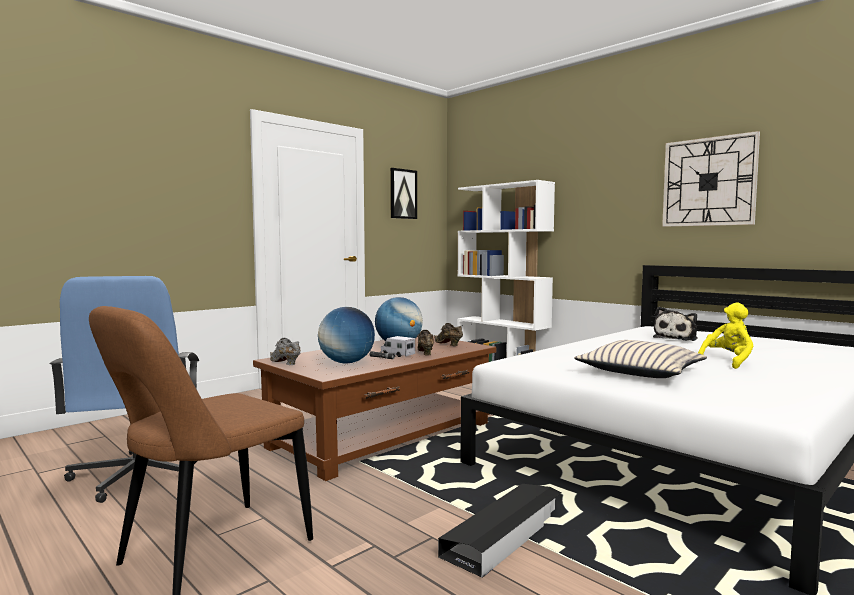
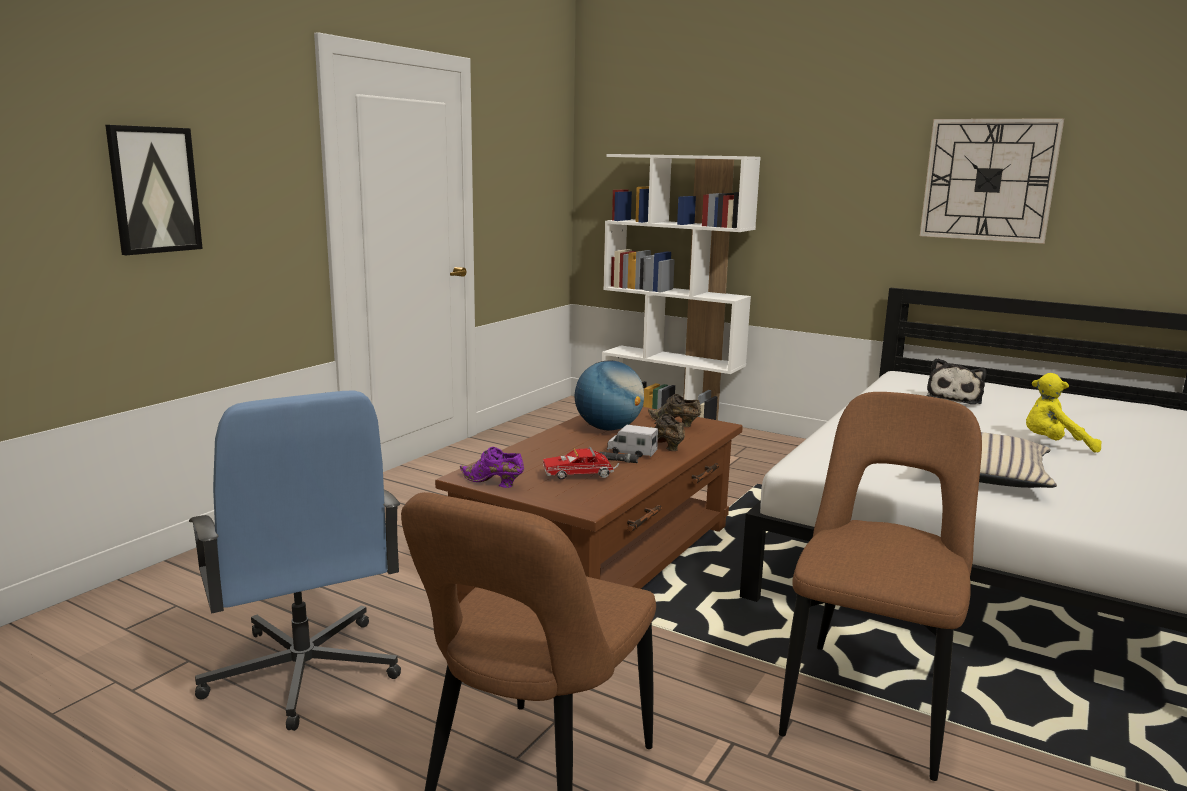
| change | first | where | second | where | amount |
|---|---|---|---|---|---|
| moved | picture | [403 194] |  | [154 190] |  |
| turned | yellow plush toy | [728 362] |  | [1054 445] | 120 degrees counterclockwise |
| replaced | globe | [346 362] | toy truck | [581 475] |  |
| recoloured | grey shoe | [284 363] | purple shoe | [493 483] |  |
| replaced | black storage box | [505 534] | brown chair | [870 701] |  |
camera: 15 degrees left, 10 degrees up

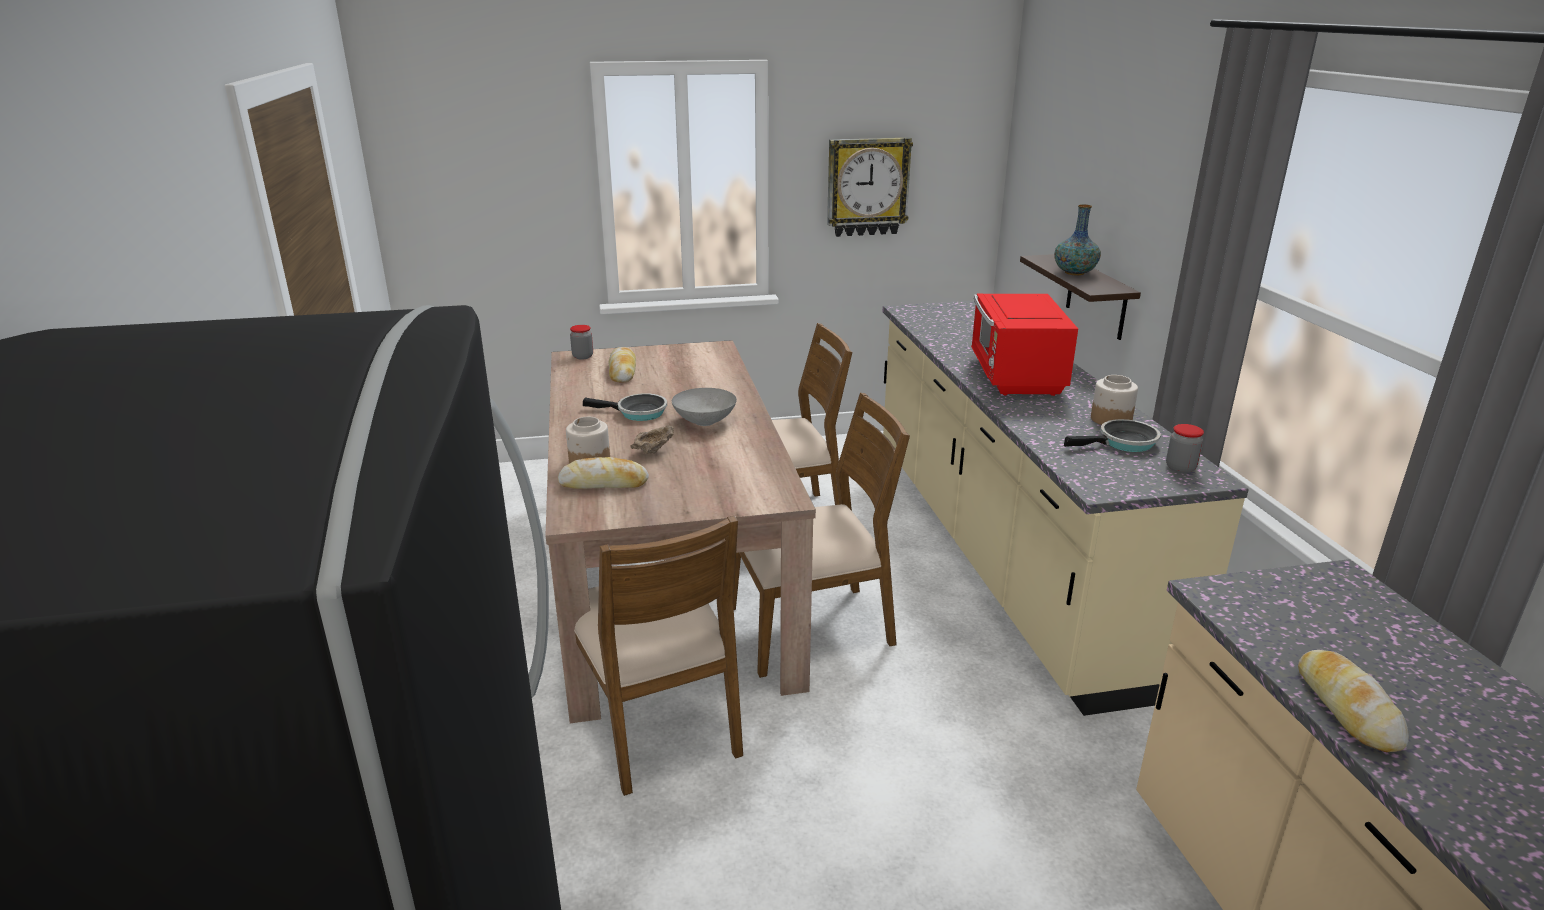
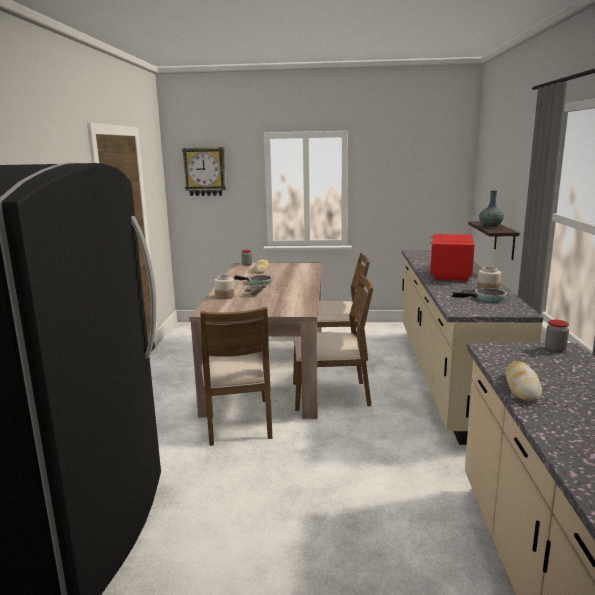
| change | first | where | second | where | amount |
|---|---|---|---|---|---|
| moved | wall clock | [867 187] |  | [205 171] |  |
| removed | grey bowl | [703 422] |  |  |  |
| moved | jar | [1180 468] |  | [555 349] |  |
| removed | bread | [604 483] |  |  |  |
camera: 15 degrees right, 10 degrees down

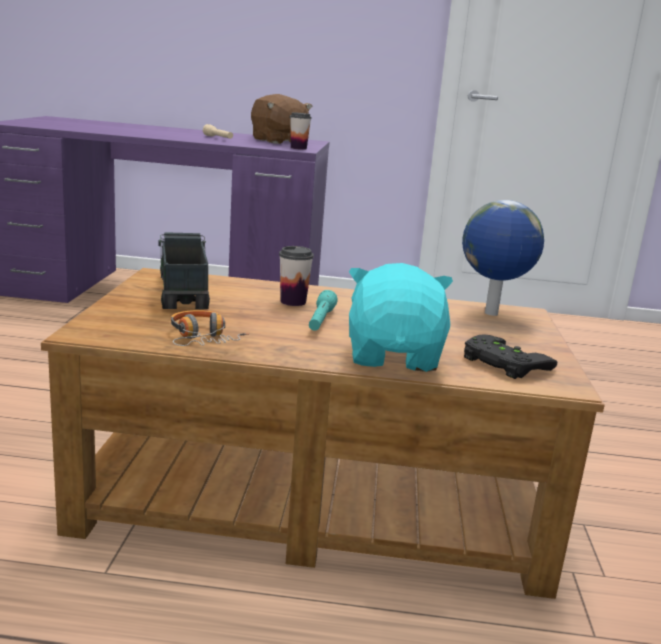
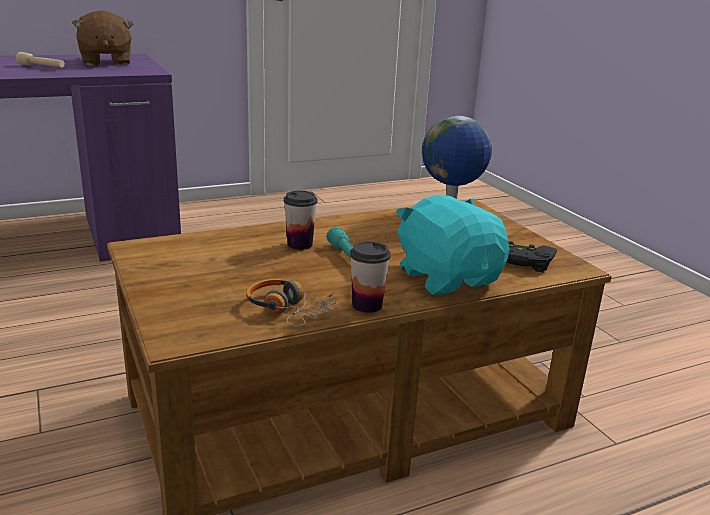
| change | first | where | second | where | amount |
|---|---|---|---|---|---|
| turned | brown plush toy | [278 141] |  | [105 62] | 45 degrees clockwise |
| moved | cup | [298 148] |  | [367 305] |  |
| removed | toy truck | [182 292] |  |  |  |
camera: 30 degrees left, 5 degrees up

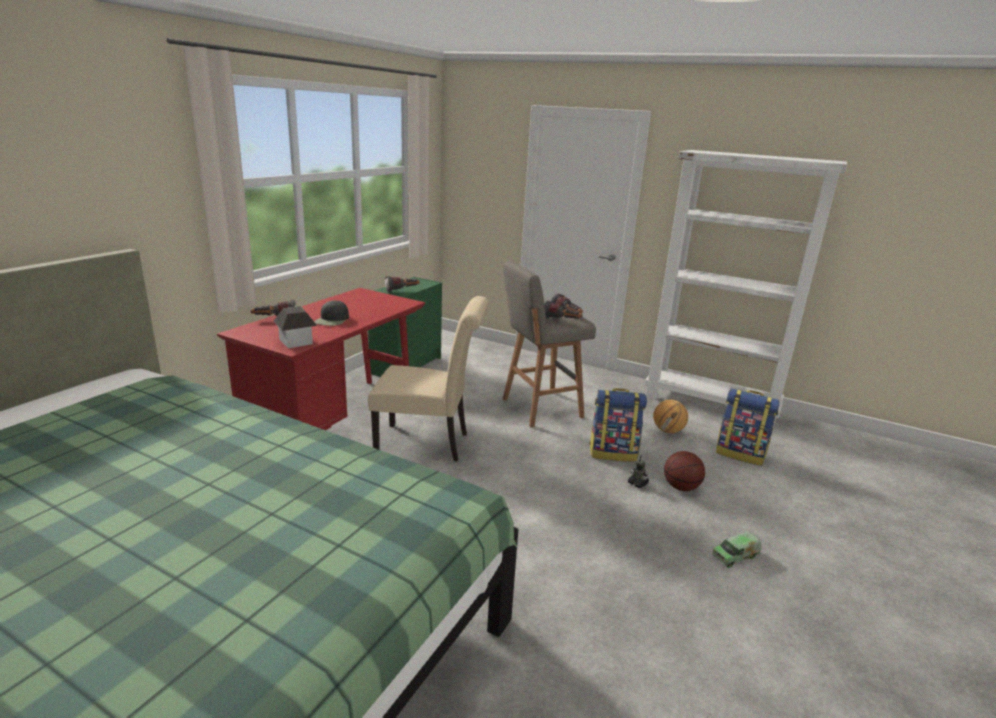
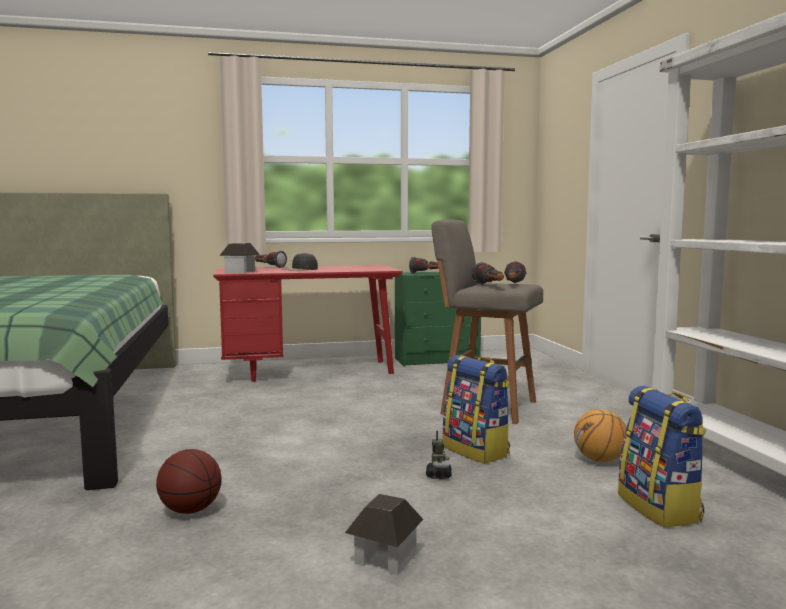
| change | first | where | second | where | amount |
|---|---|---|---|---|---|
| removed | beige chair | [428 443] |  |  |  |
| moved | basketball | [681 487] |  | [190 510] |  |
| replaced | toy truck | [735 556] | toy house | [385 559] |  |
camera: 50 degrees right, 15 degrees down

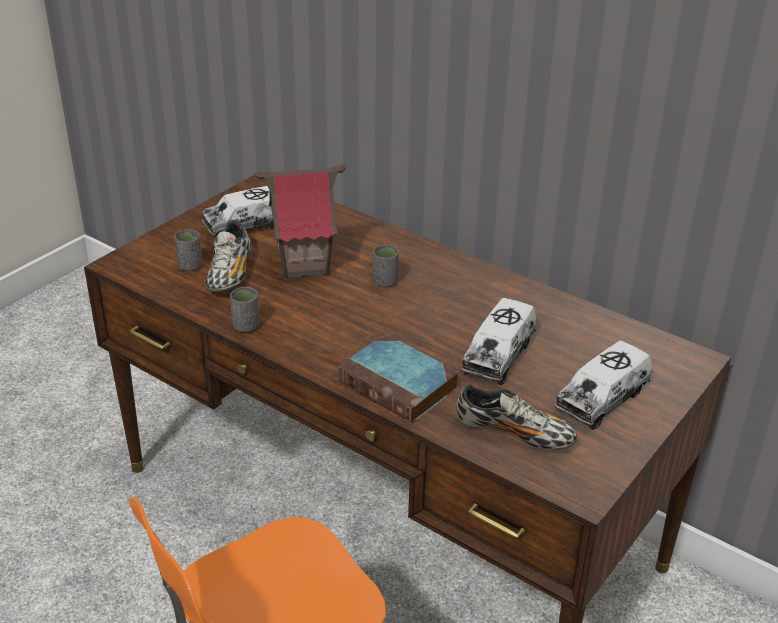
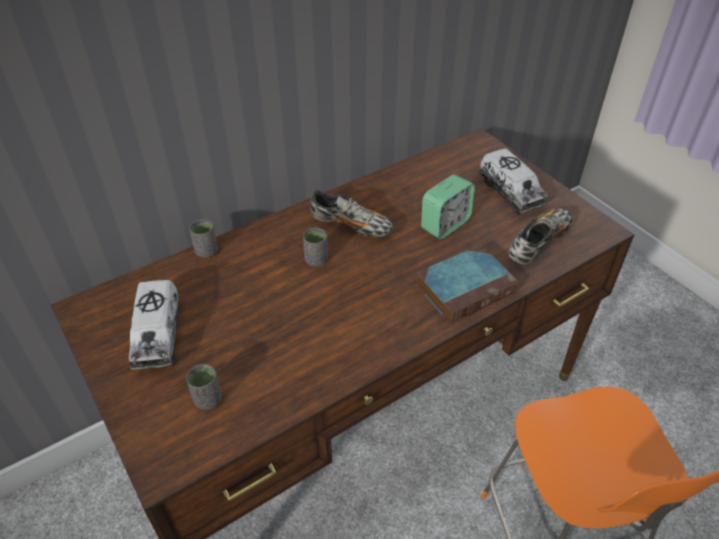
| change | first | where | second | where | amount |
|---|---|---|---|---|---|
| removed | toy house | [303 264] |  |  |  |
| moved | shoe | [230 274] |  | [351 226] |  |
| moved | grey cup | [246 326] |  | [206 251] |  |
| replaced | toy truck | [498 355] | alarm clock | [445 224] |  |
camera: 70 degrees left, 10 degrees up

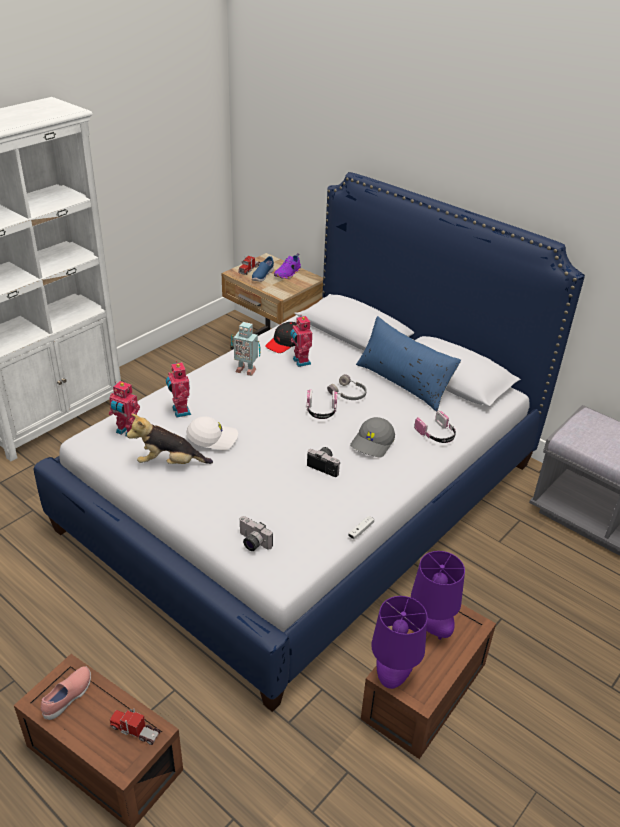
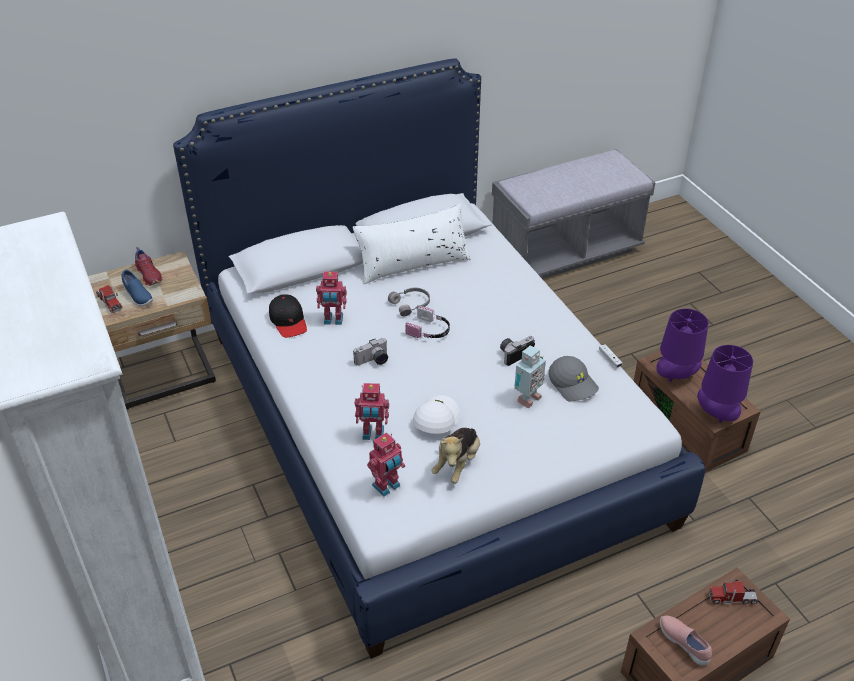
| change | first | where | second | where | amount |
|---|---|---|---|---|---|
| recoloured | purple shoe | [288 274] | red shoe | [149 275] |  |
| recoloured | blue pillow | [403 382] | white pillow | [413 263] |  |
| moved | toy robot | [245 370] |  | [527 399] |  |
| removed | headphones | [437 434] |  |  |  |
| moved | grey cap | [373 443] |  | [573 384] |  |
| moved | photo camera | [252 542] |  | [373 361] |  |
| turned | toy truck | [135 730] |  | [732 598] | 45 degrees clockwise |
camera: 65 degrees left, 5 degrees up

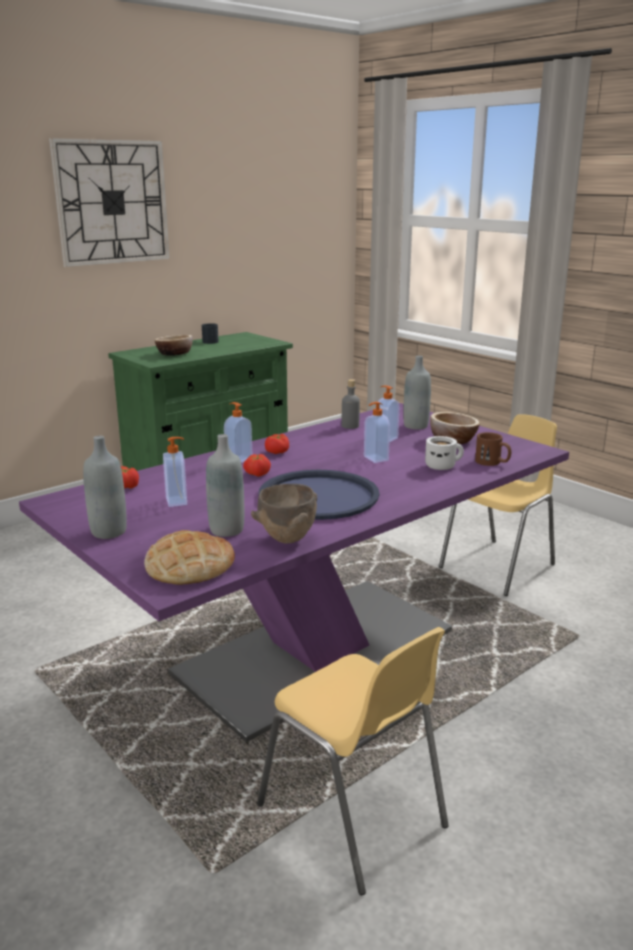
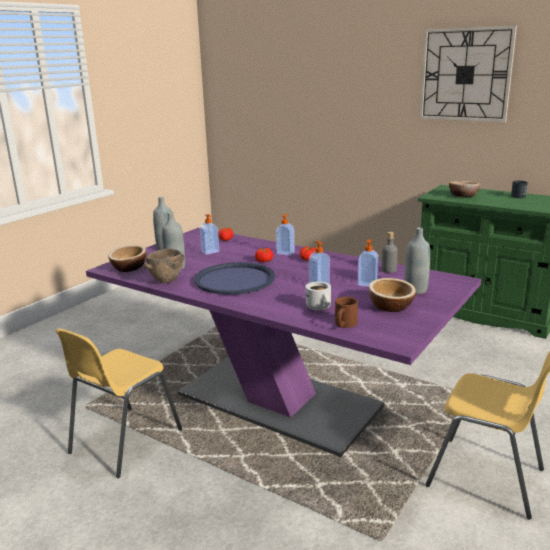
| change | first | where | second | where | amount |
|---|---|---|---|---|---|
| replaced | bread | [189 566] | bowl | [129 268] |  |
camera: 75 degrees right, 0 degrees up

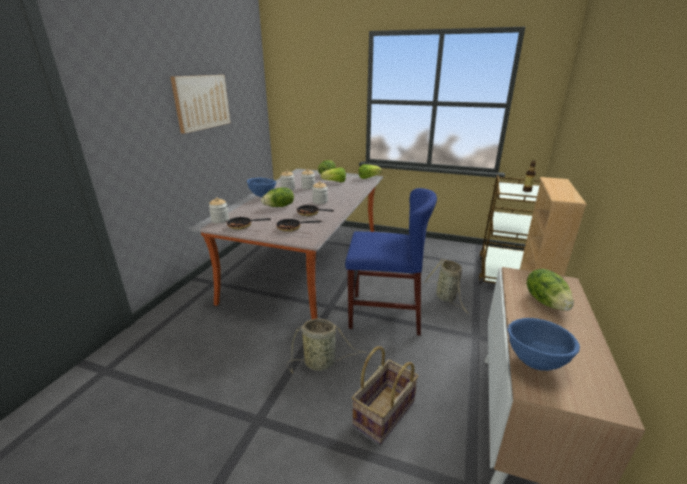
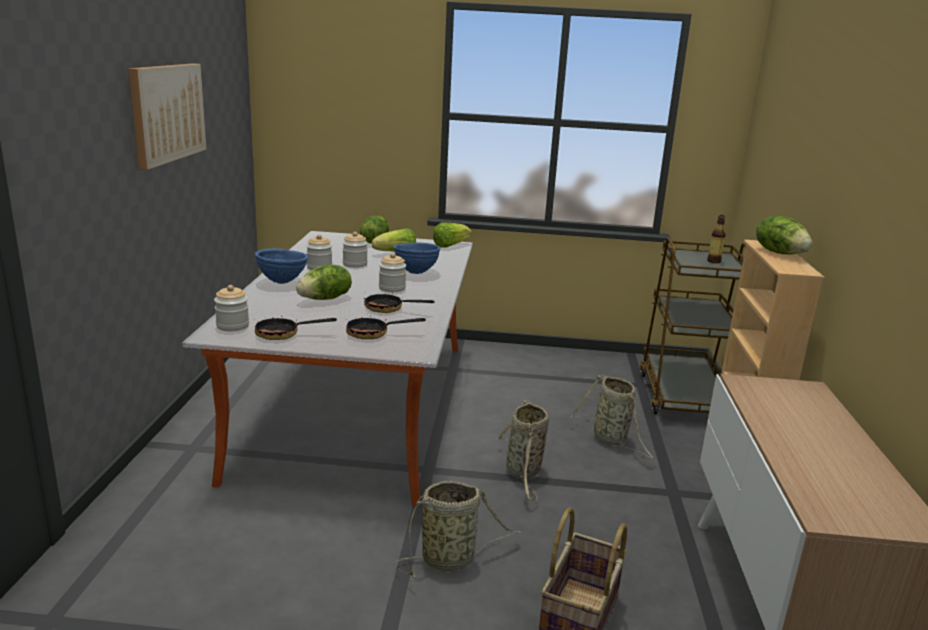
| change | first | where | second | where | amount |
|---|---|---|---|---|---|
| replaced | blue chair | [385 313] | basket | [523 472] |  |
| moved | lettuce | [546 302] |  | [780 253] |  |
| moved | blue bowl | [534 363] |  | [416 272] |  |
camera: 15 degrees left, 5 degrees down

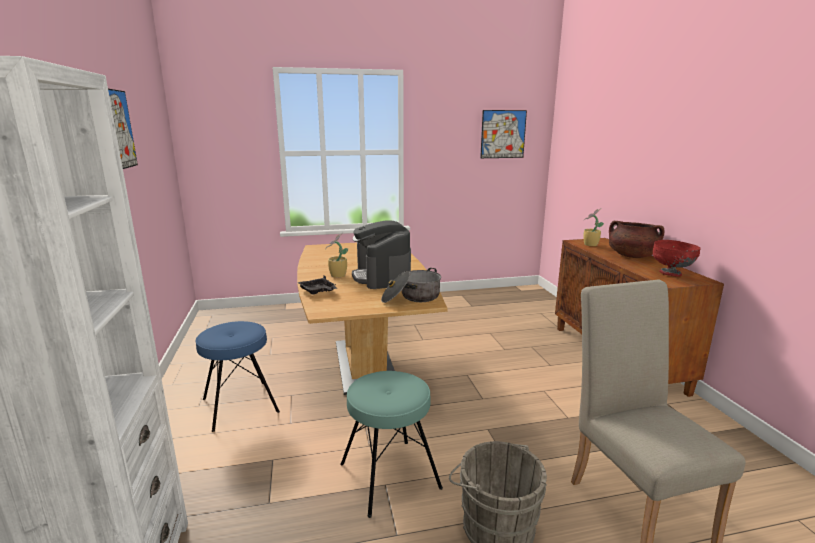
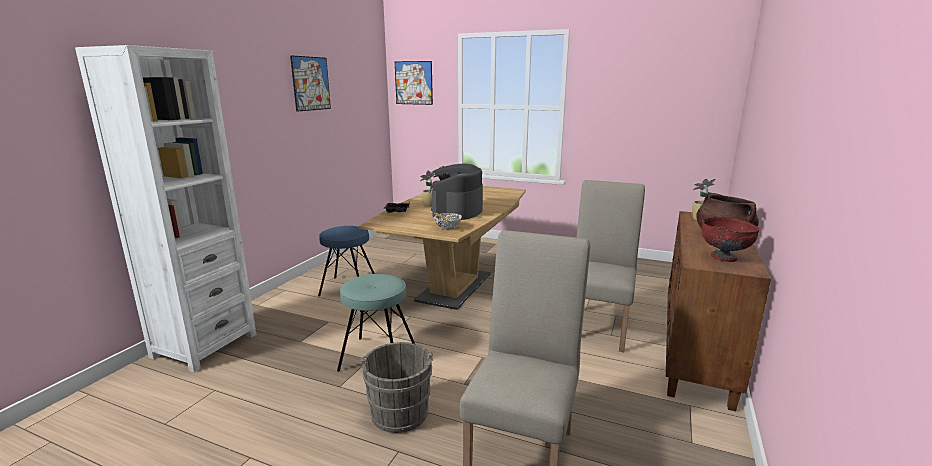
| change | first | where | second | where | amount |
|---|---|---|---|---|---|
| moved | picture | [503 134] |  | [413 83] |  |
| replaced | cooking pot | [411 297] | bowl | [447 228] |  |
| added |  |  | beige chair | [598 326] |  |
camera: 35 degrees right, 0 degrees up

